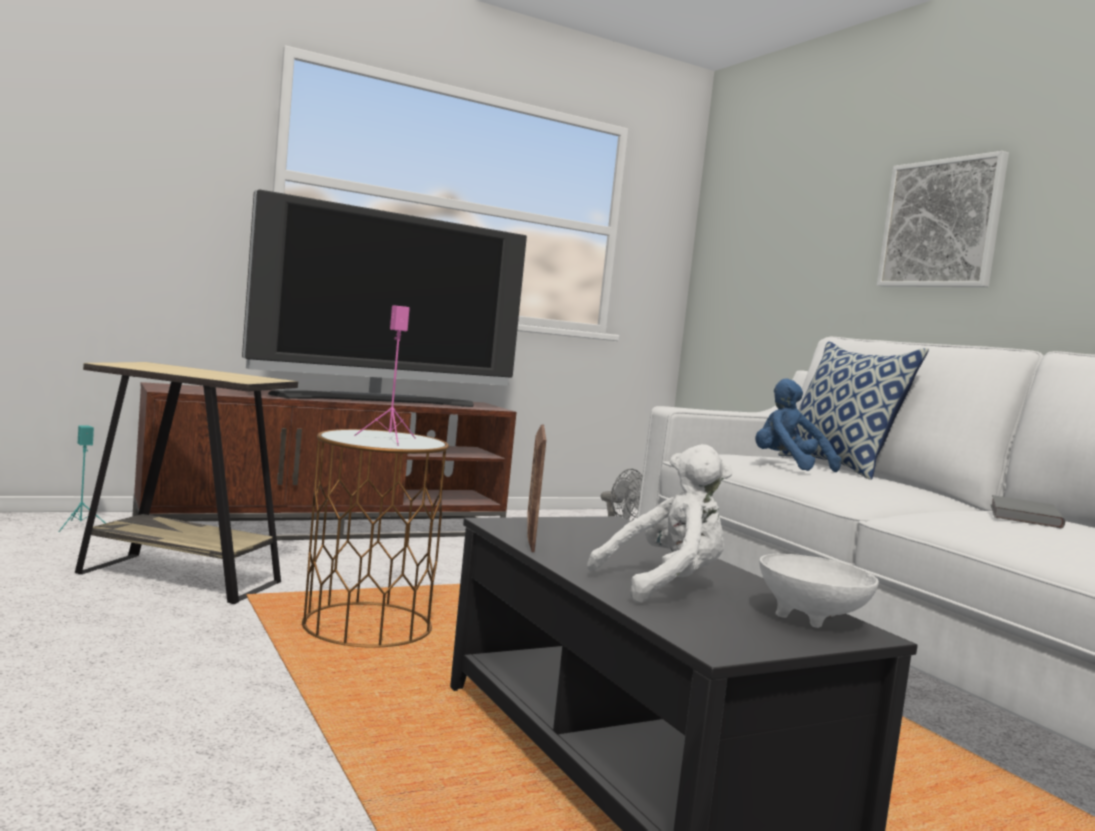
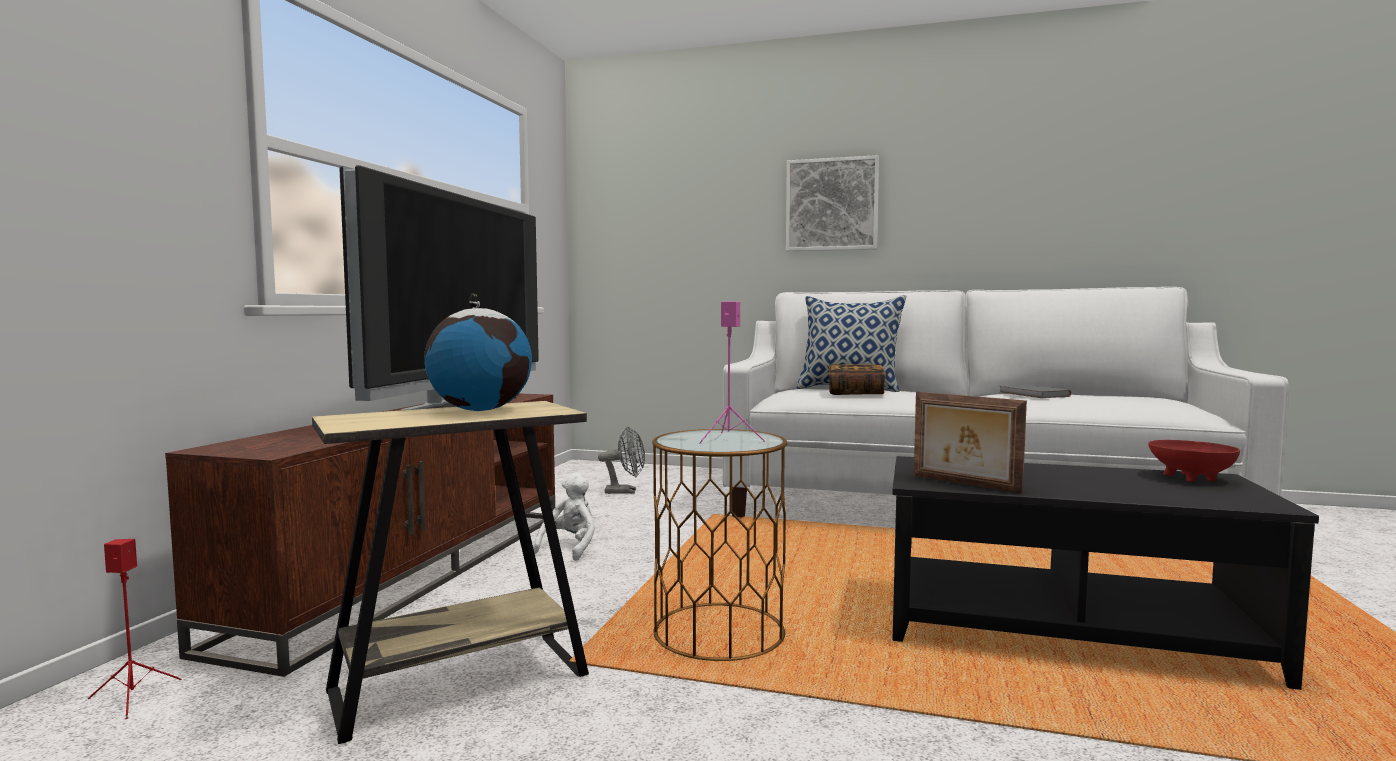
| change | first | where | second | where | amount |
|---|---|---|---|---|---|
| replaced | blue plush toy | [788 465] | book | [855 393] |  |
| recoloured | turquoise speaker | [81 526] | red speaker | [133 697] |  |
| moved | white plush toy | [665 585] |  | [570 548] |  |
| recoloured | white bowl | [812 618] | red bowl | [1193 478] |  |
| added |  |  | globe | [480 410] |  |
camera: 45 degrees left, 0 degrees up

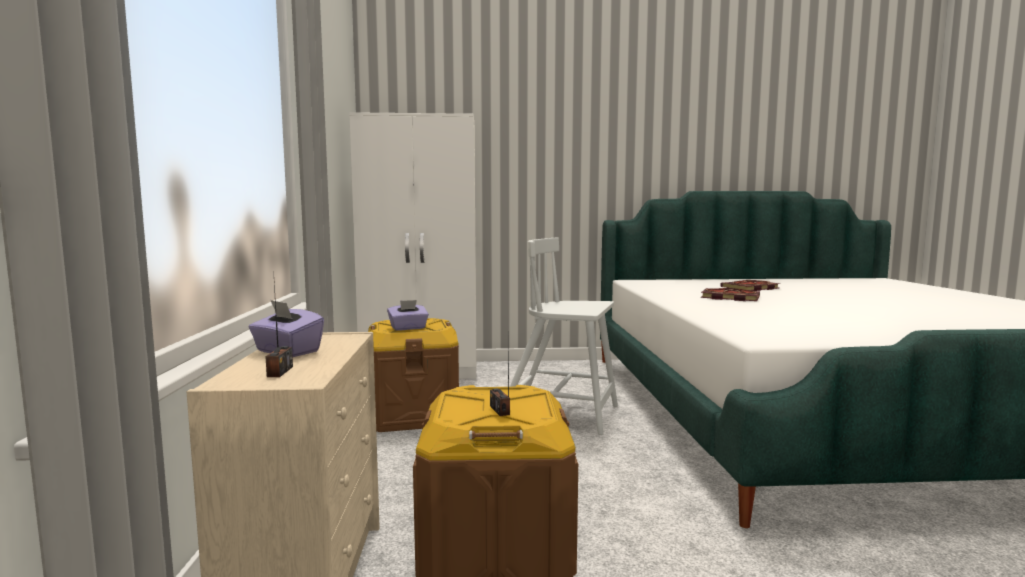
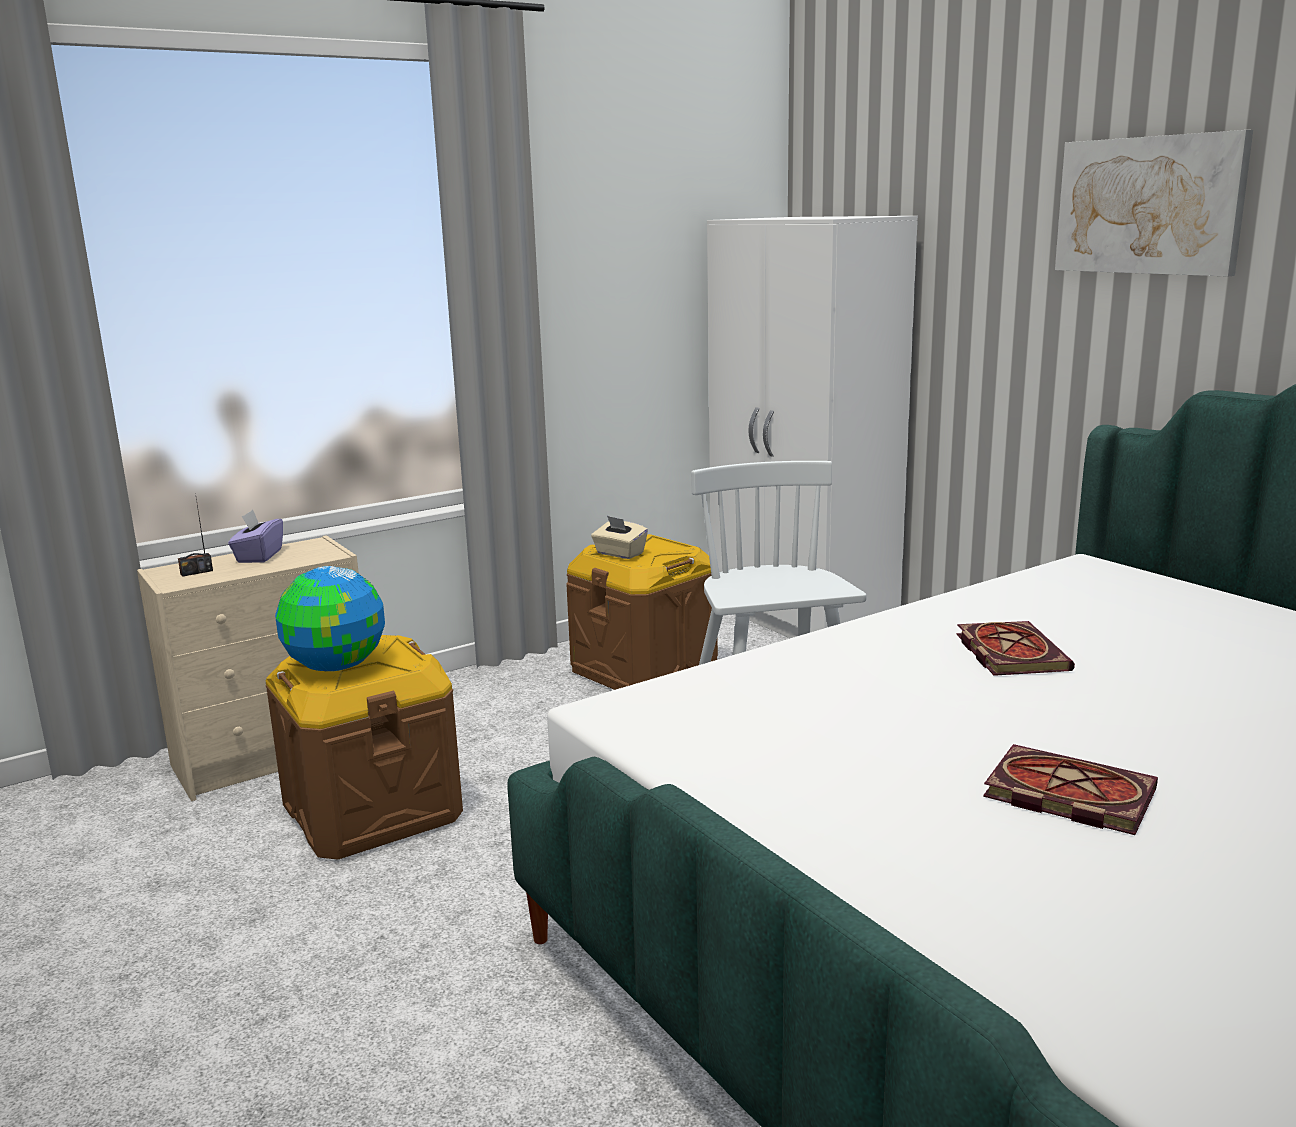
| change | first | where | second | where | amount |
|---|---|---|---|---|---|
| moved | book | [750 288] |  | [1064 795] |  |
| recoloured | purple tissue box | [408 328] | beige tissue box | [619 554] |  |
| replaced | radio | [500 410] | globe | [336 667] |  |
| added |  |  | picture | [1149 205] |  |
camera: 60 degrees right, 10 degrees up

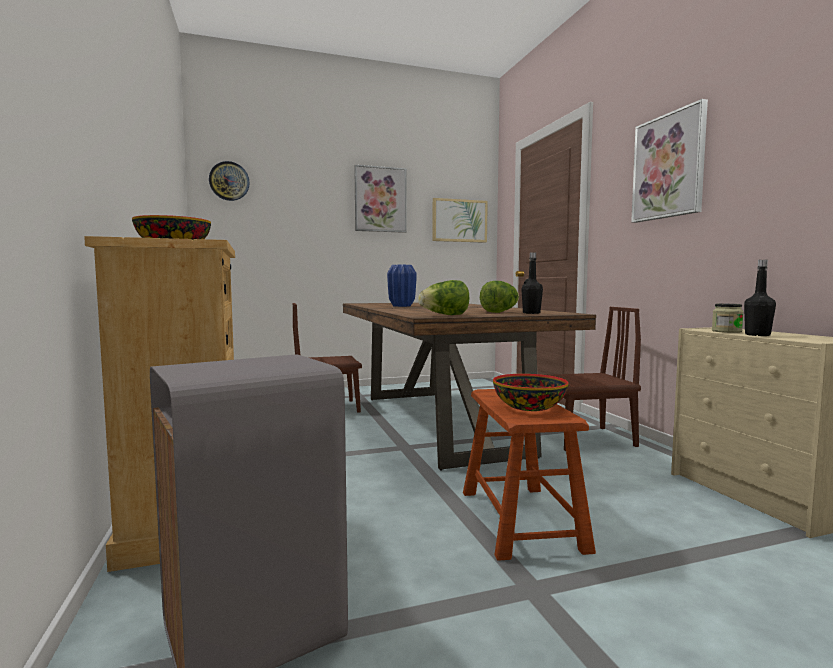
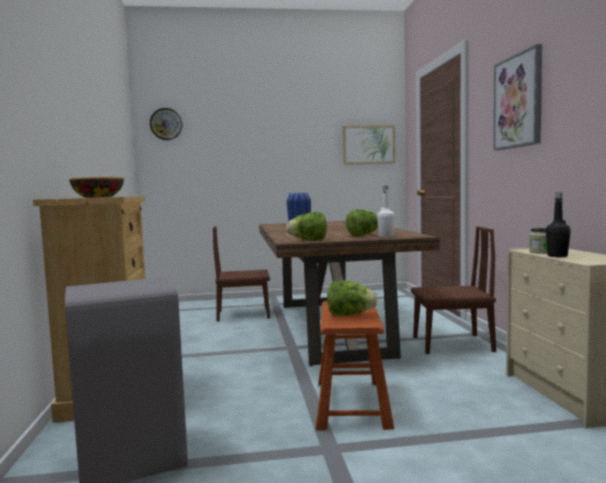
| change | first | where | second | where | amount |
|---|---|---|---|---|---|
| removed | picture | [380 199] |  |  |  |
| recoloured | black bottle | [531 313] | white bottle | [386 236] |  |
| replaced | bowl | [528 407] | lettuce | [350 315] |  |
camera: 10 degrees right, 0 degrees up

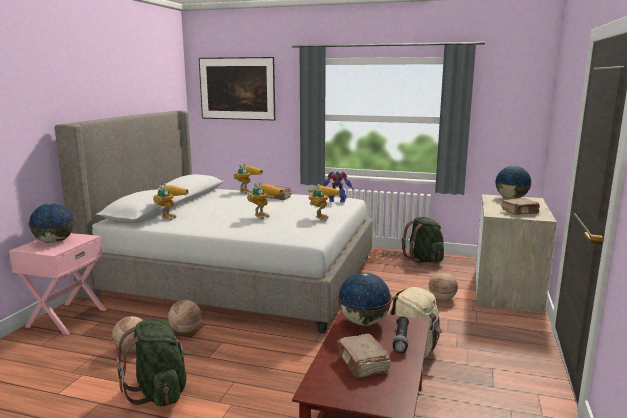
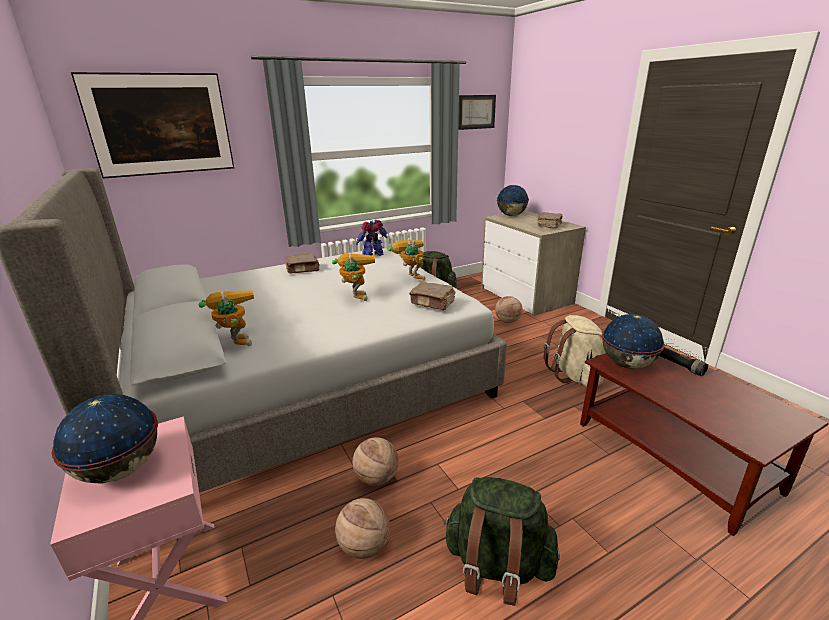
| change | first | where | second | where | amount |
|---|---|---|---|---|---|
| removed | toy robot | [247 191] |  |  |  |
| moved | brown book | [362 364] |  | [433 303] |  |
| added |  |  | picture | [476 112] |  |
camera: 45 degrees left, 10 degrees up

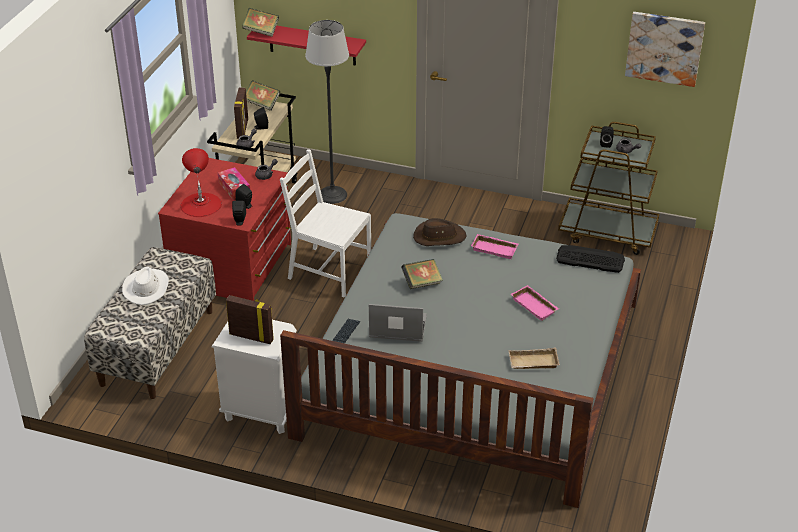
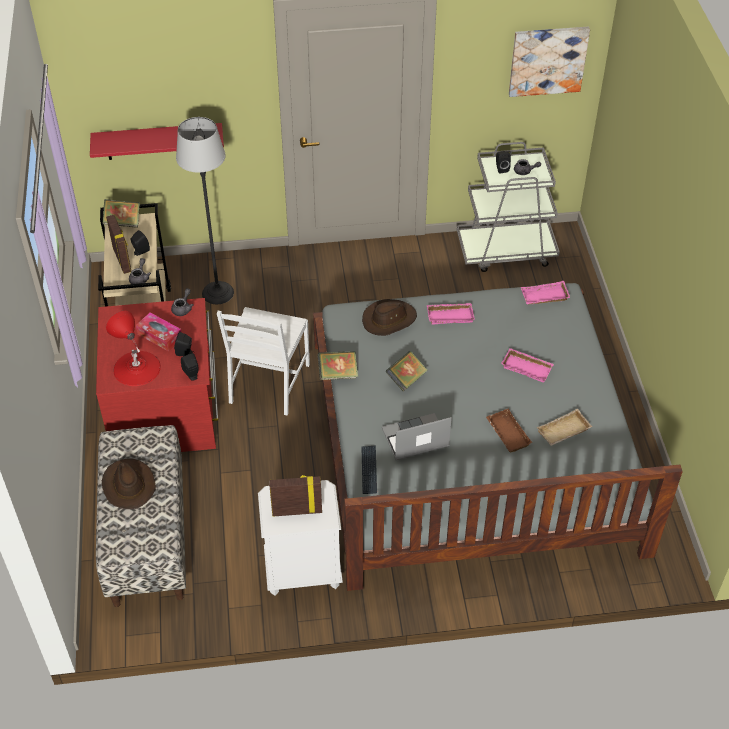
| change | first | where | second | where | amount |
|---|---|---|---|---|---|
| moved | book | [261 31] |  | [338 374] |  |
| recoloured | brown cart | [608 233] | grey cart | [506 251] |  |
| turned | white chair | [328 271] |  | [269 384] | 75 degrees counterclockwise |
| replaced | keyboard | [590 259] | pink tray | [544 297] |  |
| recoloured | white hat | [146 288] | brown hat | [128 485] |  |
| added |  |  | brown tray | [506 433] |  |
camera: 25 degrees left, 10 degrees up

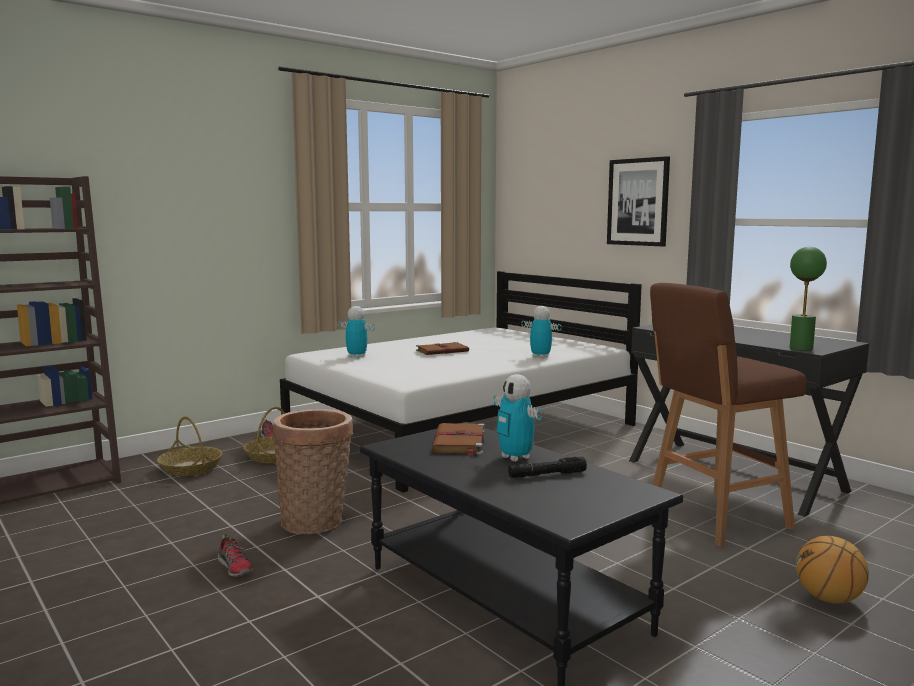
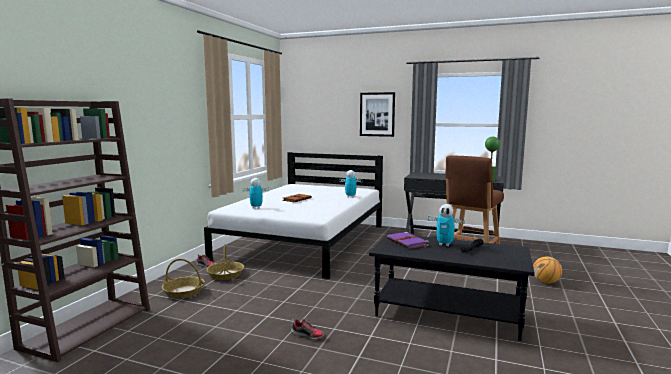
| change | first | where | second | where | amount |
|---|---|---|---|---|---|
| removed | basket | [316 522] |  |  |  |
| recoloured | brown book | [459 442] | purple book | [407 242] |  |
camera: 30 degrees left, 0 degrees up

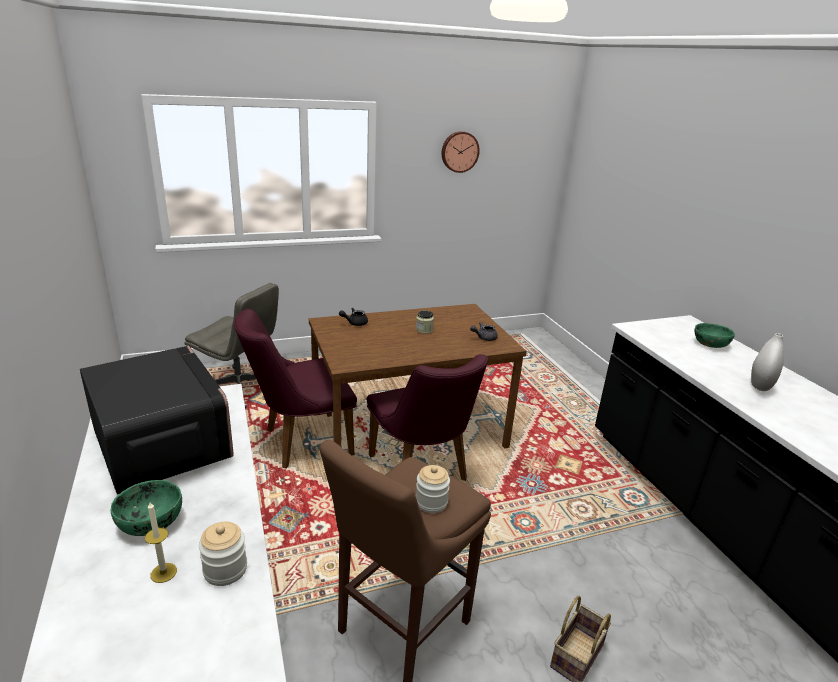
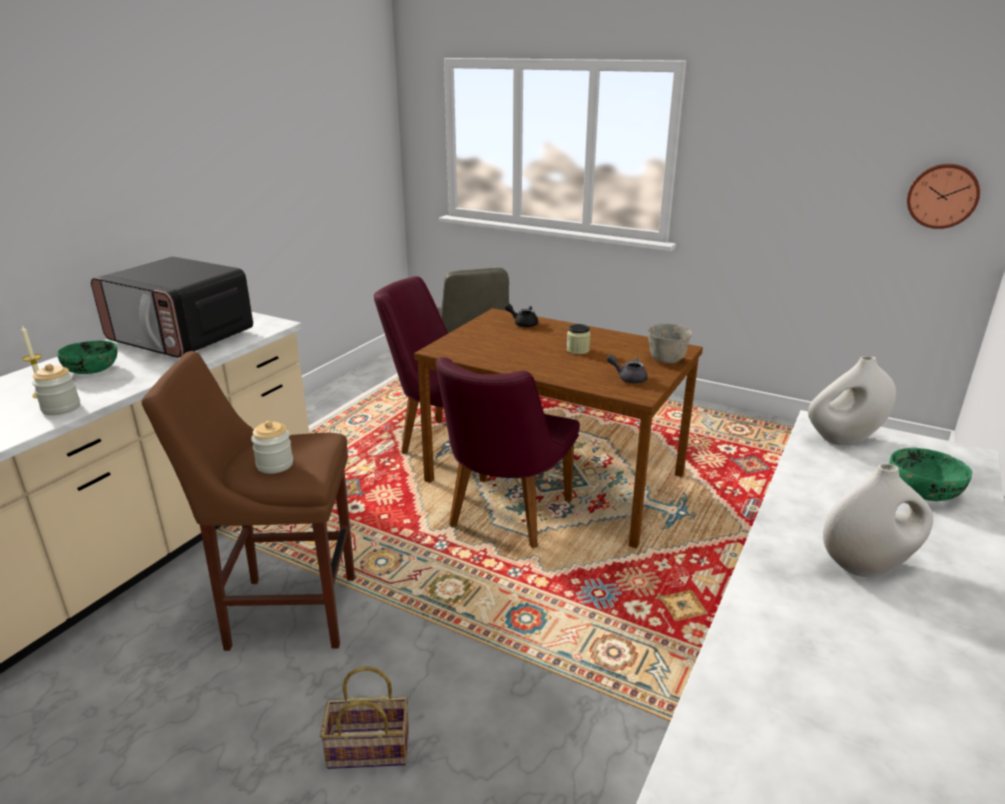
| change | first | where | second | where | amount |
|---|---|---|---|---|---|
| moved | wall clock | [459 151] |  | [942 196] |  |
| turned | microwave | [161 445] |  | [182 337] | 105 degrees clockwise |
| added |  |  | grey bowl | [667 360] |  |
| added |  |  | white vase | [843 439] |  |
camera: 50 degrees right, 0 degrees up

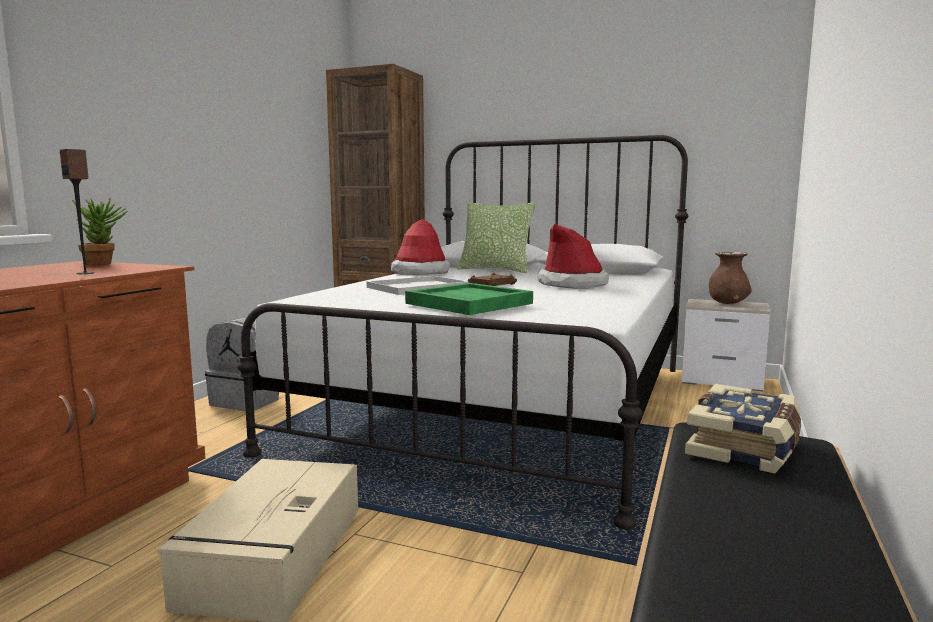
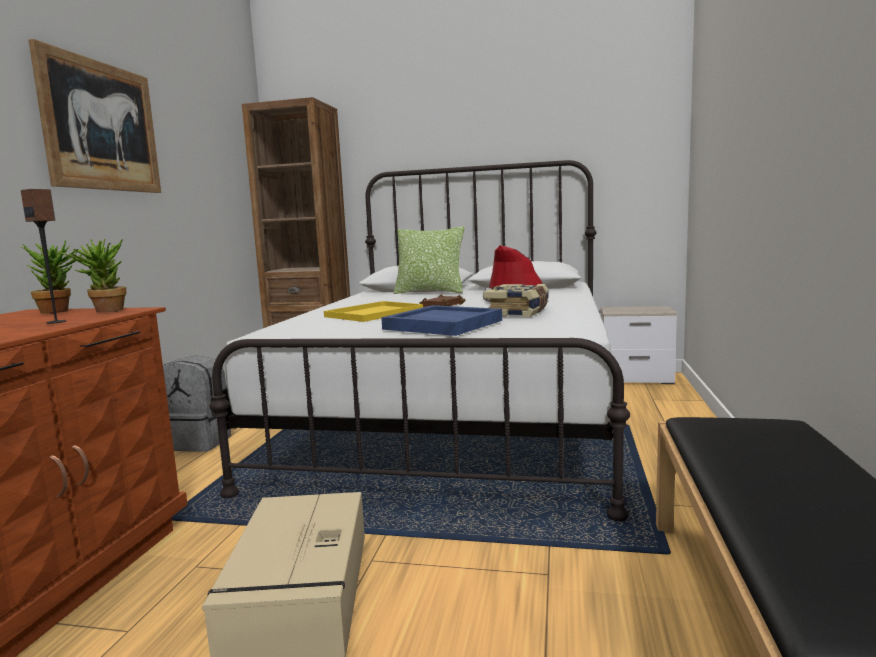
| change | first | where | second | where | amount |
|---|---|---|---|---|---|
| removed | hat | [420 272] |  |  |  |
| removed | brown vase | [727 303] |  |  |  |
| recoloured | white tray | [418 287] | yellow tray | [375 313] |  |
| recoloured | green tray | [467 303] | blue tray | [442 325] |  |
| moved | book | [745 447] |  | [519 313] |  |
| added |  |  | picture | [101 126] |  |
| added |  |  | potted plant | [103 311] |  |
camera: 10 degrees left, 0 degrees up

